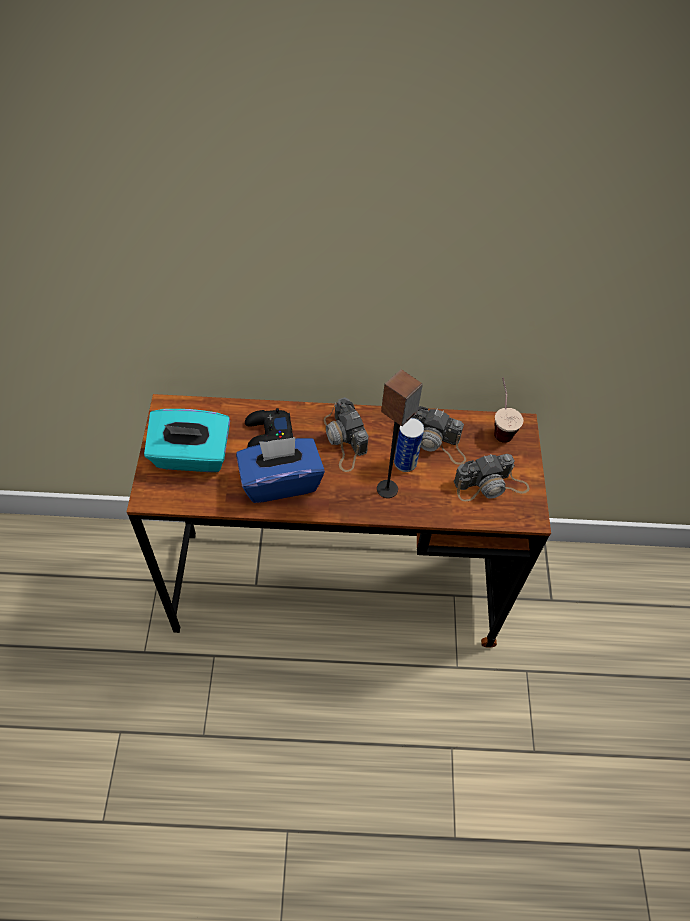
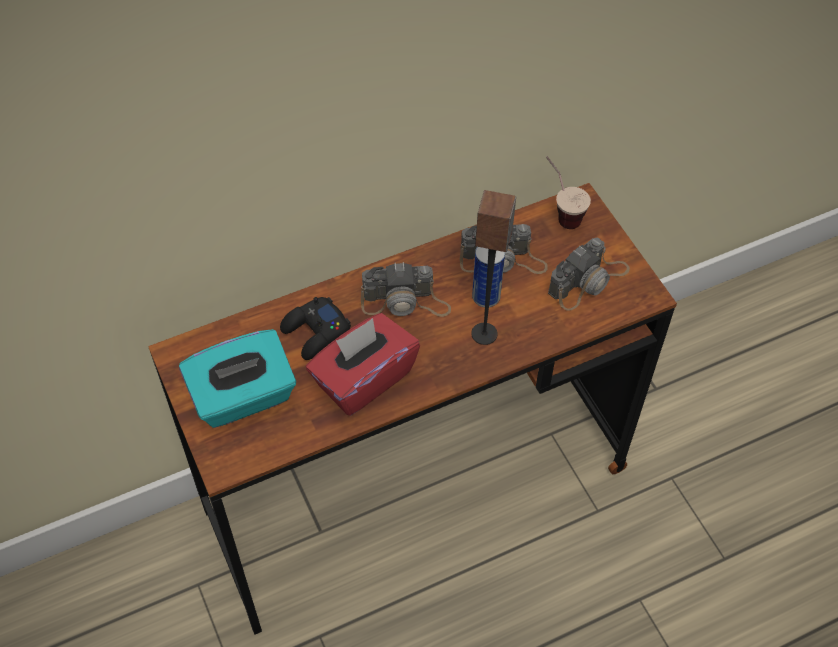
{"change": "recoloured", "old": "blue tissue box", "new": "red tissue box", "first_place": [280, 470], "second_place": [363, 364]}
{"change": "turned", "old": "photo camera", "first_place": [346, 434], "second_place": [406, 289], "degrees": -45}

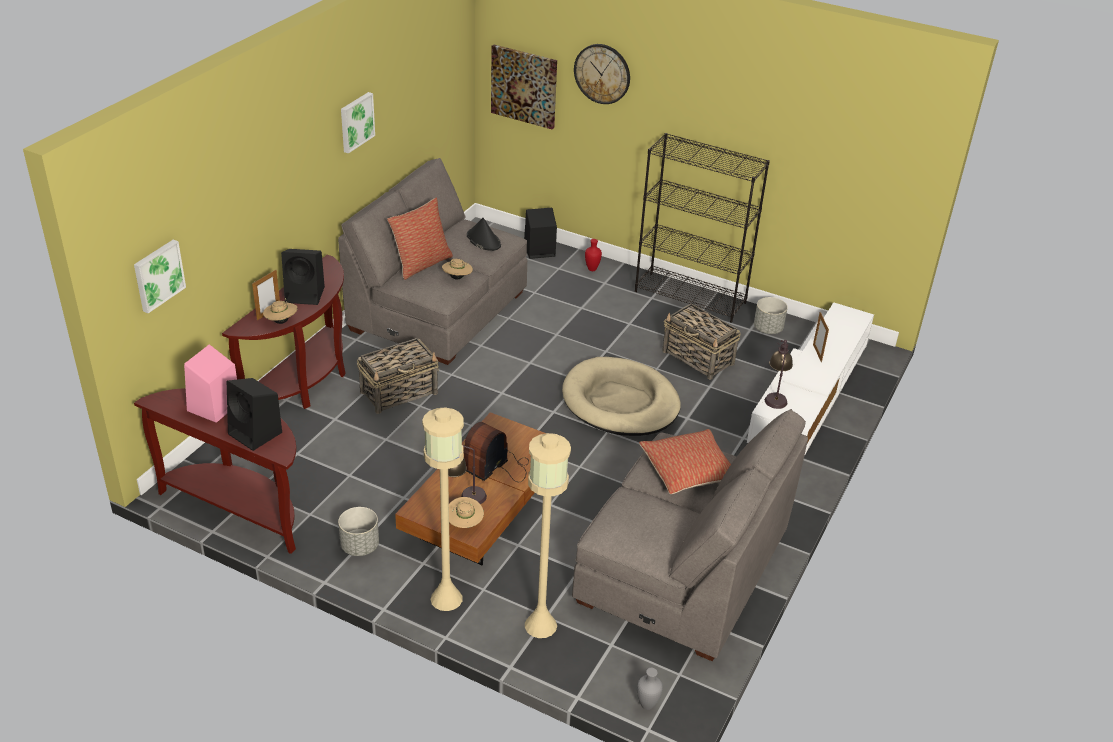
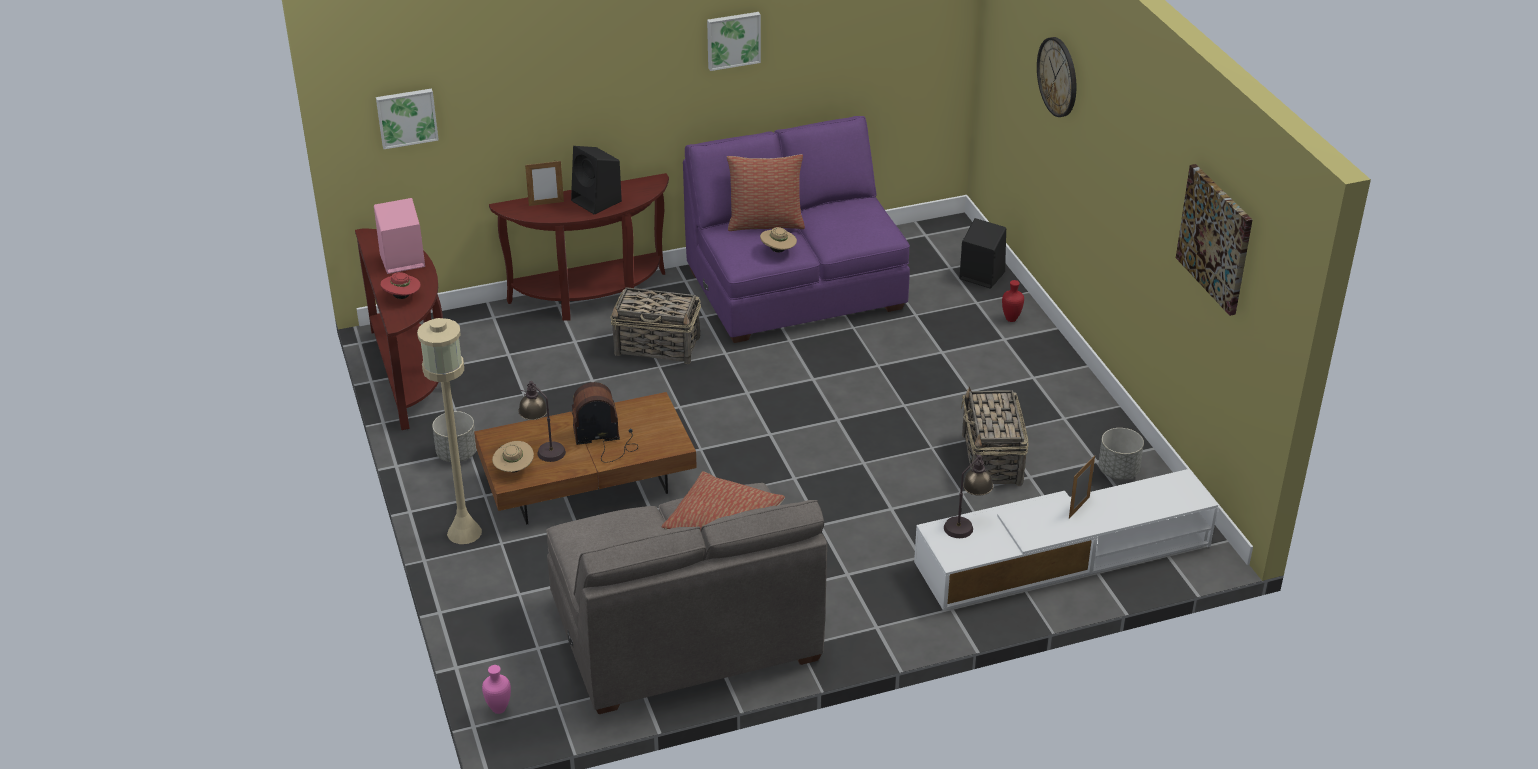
{"change": "removed", "old": "beige hat", "first_place": [280, 311]}
{"change": "removed", "old": "black hat", "first_place": [484, 234]}
{"change": "removed", "old": "beige floor lamp", "first_place": [548, 535]}
{"change": "removed", "old": "beige dog bed", "first_place": [621, 396]}
{"change": "removed", "old": "black bookcase", "first_place": [702, 228]}
{"change": "moved", "old": "picture", "first_place": [524, 87], "second_place": [1214, 240]}
{"change": "replaced", "old": "black speaker", "new": "red hat", "first_place": [254, 414], "second_place": [400, 285]}
{"change": "recoloured", "old": "grey sofa", "new": "purple sofa", "first_place": [432, 261], "second_place": [796, 229]}
{"change": "recoloured", "old": "grey vase", "new": "pink vase", "first_place": [650, 689], "second_place": [496, 689]}

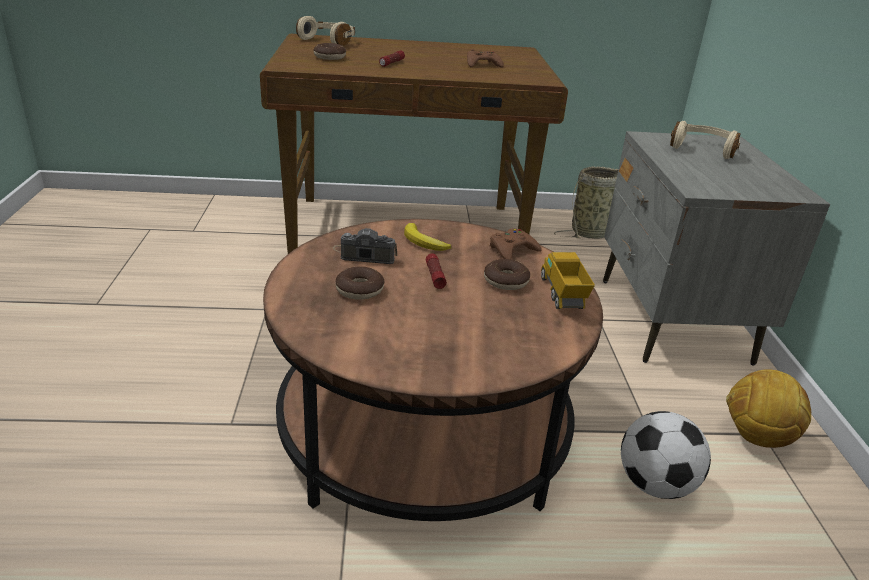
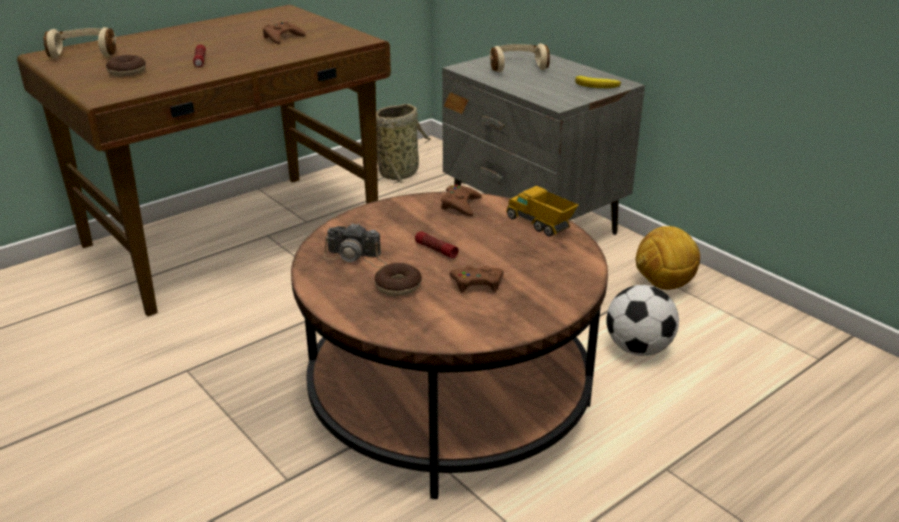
{"change": "removed", "old": "donut", "first_place": [507, 274]}
{"change": "added", "new": "brown game controller", "second_place": [476, 279]}
{"change": "moved", "old": "banana", "first_place": [428, 237], "second_place": [598, 82]}
{"change": "turned", "old": "photo camera", "first_place": [365, 246], "second_place": [355, 245], "degrees": -135}

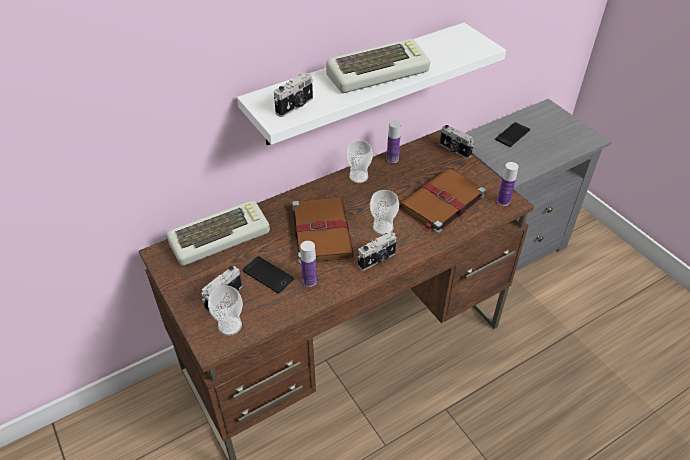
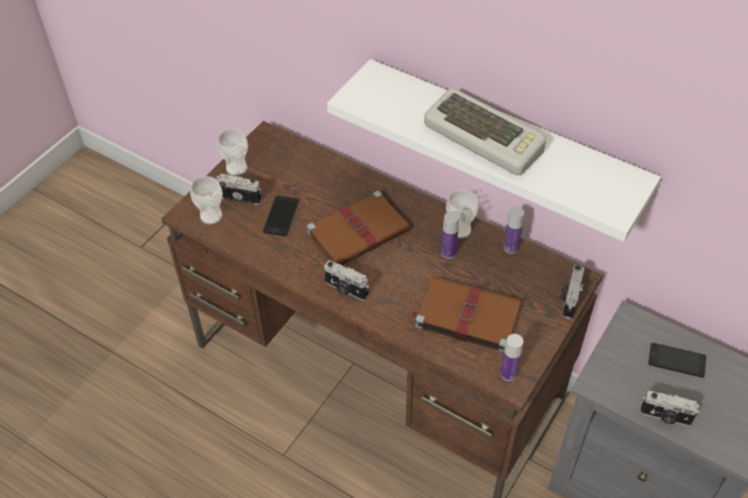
{"change": "removed", "old": "keyboard", "first_place": [218, 233]}
{"change": "moved", "old": "photo camera", "first_place": [293, 95], "second_place": [669, 408]}
{"change": "moved", "old": "bottle", "first_place": [308, 264], "second_place": [450, 235]}
{"change": "moved", "old": "cup", "first_place": [384, 212], "second_place": [232, 152]}

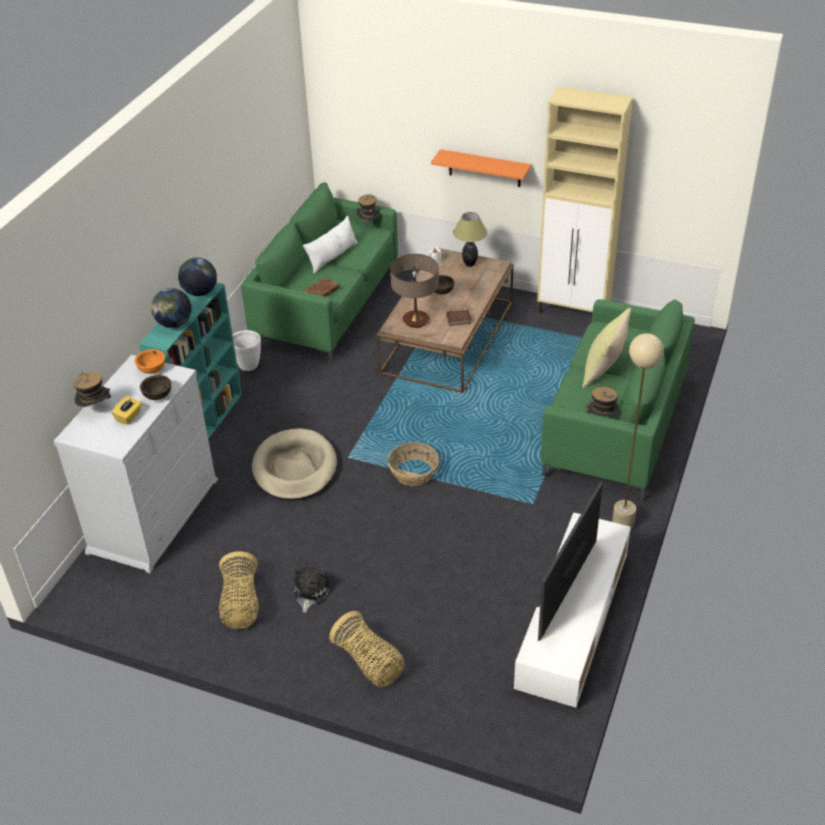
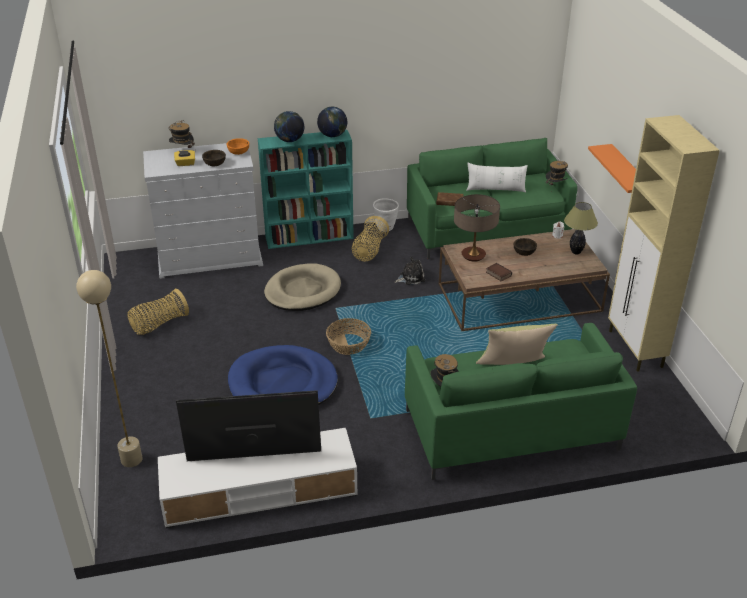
{"change": "added", "new": "blue dog bed", "second_place": [283, 375]}
{"change": "moved", "old": "plush toy", "first_place": [311, 589], "second_place": [409, 271]}
{"change": "moved", "old": "basket", "first_place": [367, 649], "second_place": [370, 238]}
{"change": "moved", "old": "beige floor lamp", "first_place": [638, 431], "second_place": [109, 368]}

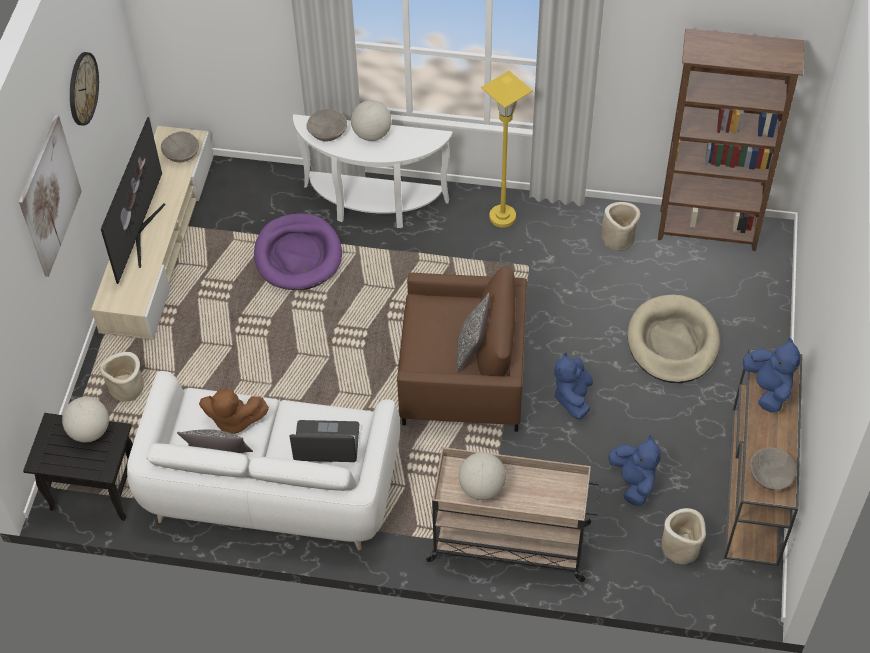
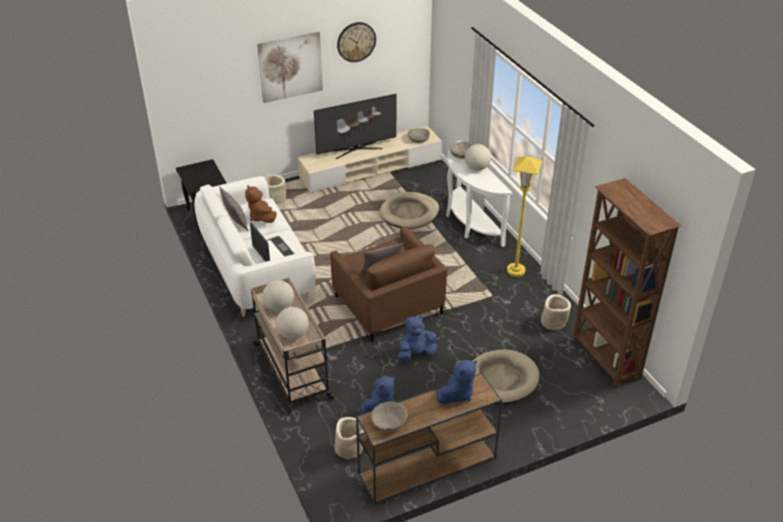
{"change": "moved", "old": "globe", "first_place": [85, 419], "second_place": [292, 323]}
{"change": "recoloured", "old": "purple dog bed", "new": "beige dog bed", "first_place": [298, 251], "second_place": [409, 210]}

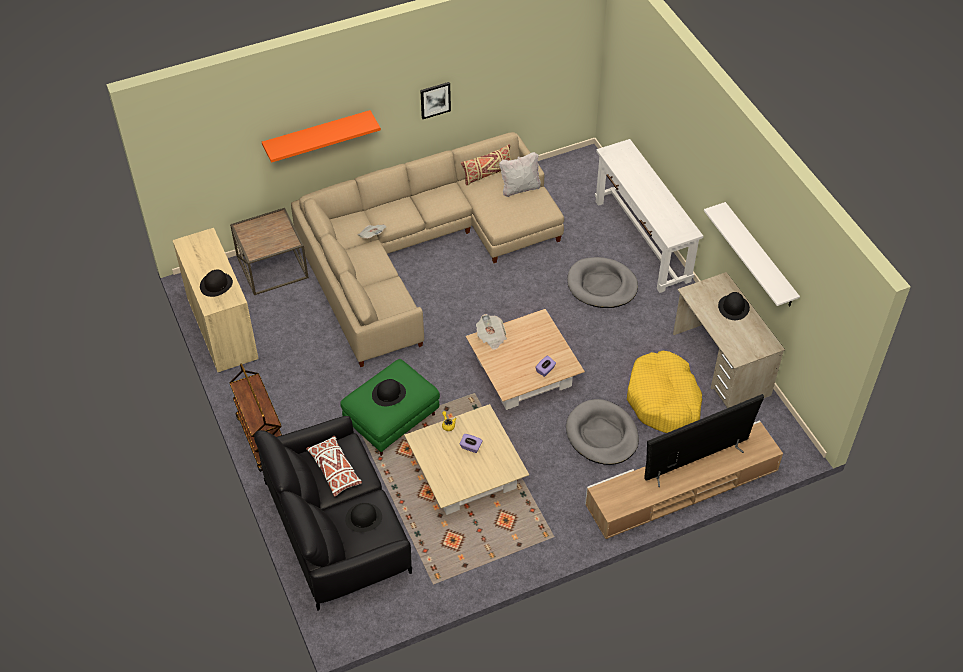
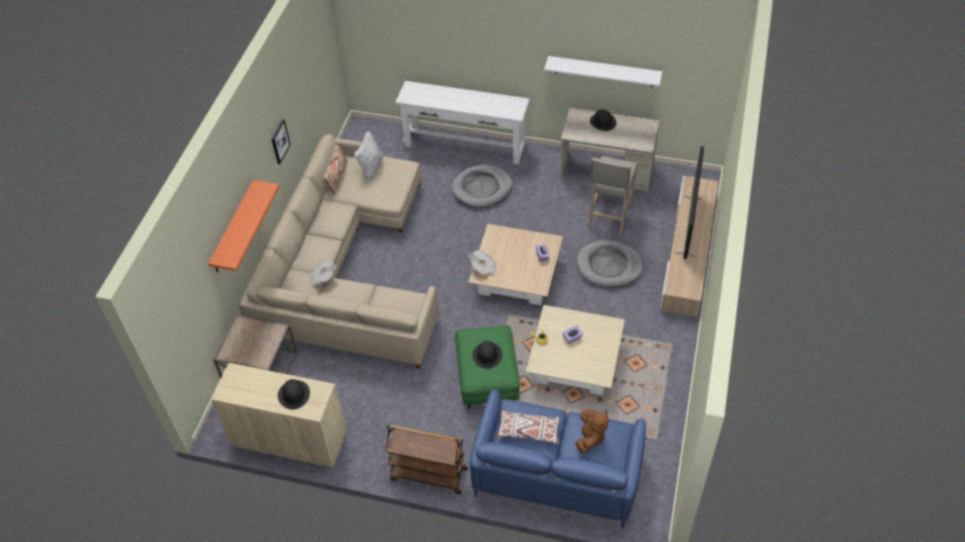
{"change": "replaced", "old": "black hat", "new": "brown plush toy", "first_place": [363, 517], "second_place": [592, 431]}
{"change": "replaced", "old": "yellow dog bed", "new": "beige stool", "first_place": [664, 392], "second_place": [613, 196]}
{"change": "recoloured", "old": "black sofa", "new": "blue sofa", "first_place": [333, 513], "second_place": [558, 459]}

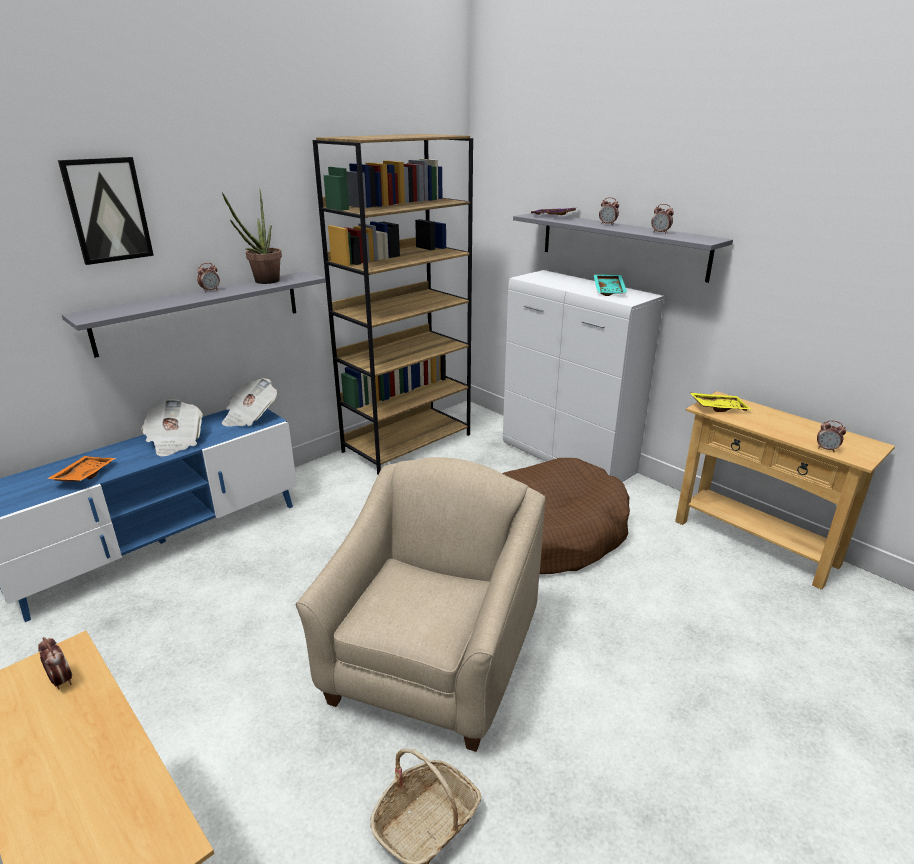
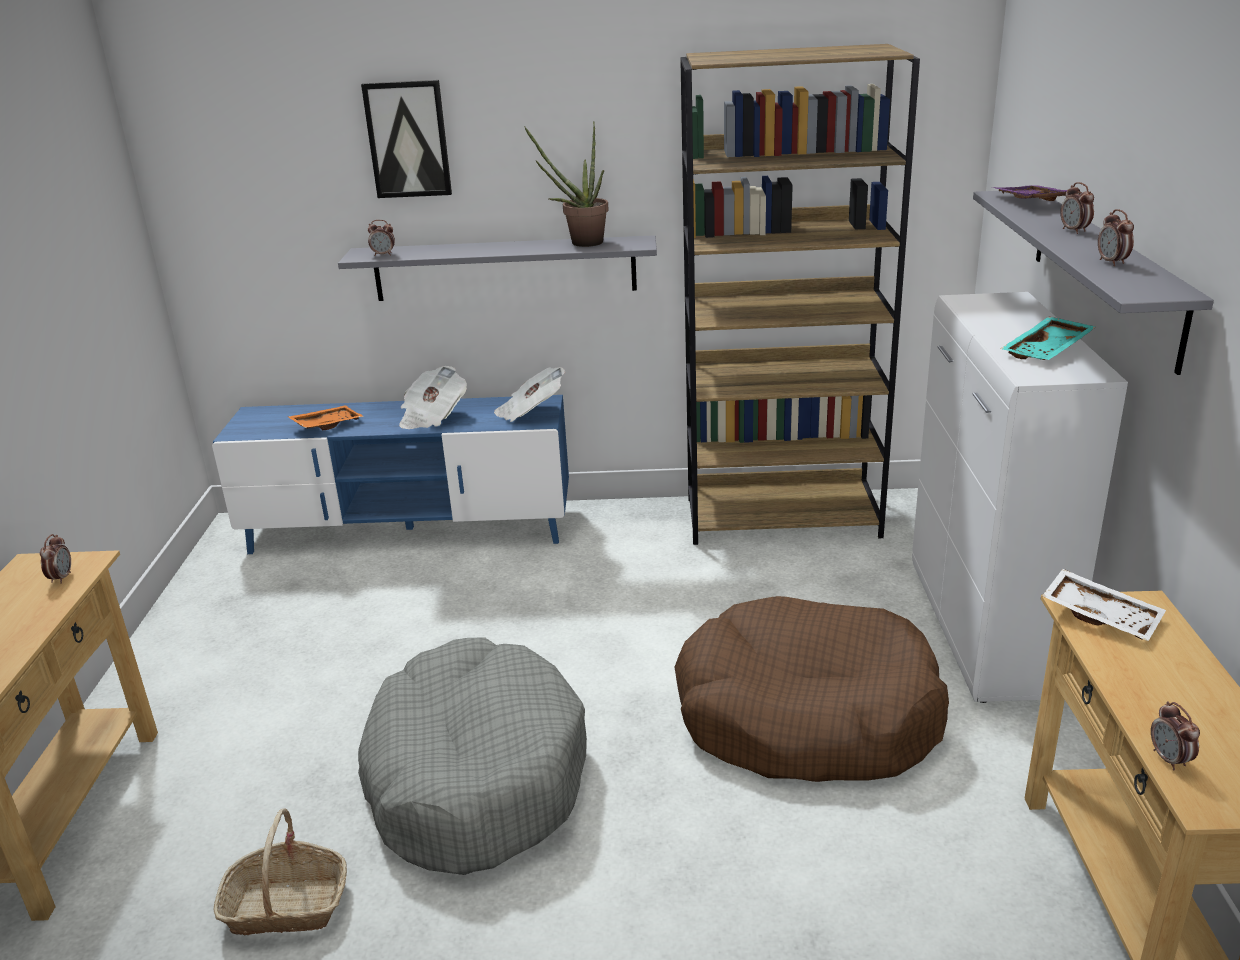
{"change": "moved", "old": "alarm clock", "first_place": [208, 277], "second_place": [381, 238]}
{"change": "replaced", "old": "beige armchair", "new": "grey dog bed", "first_place": [420, 604], "second_place": [472, 756]}
{"change": "recoloured", "old": "yellow tray", "new": "white tray", "first_place": [720, 402], "second_place": [1104, 605]}

